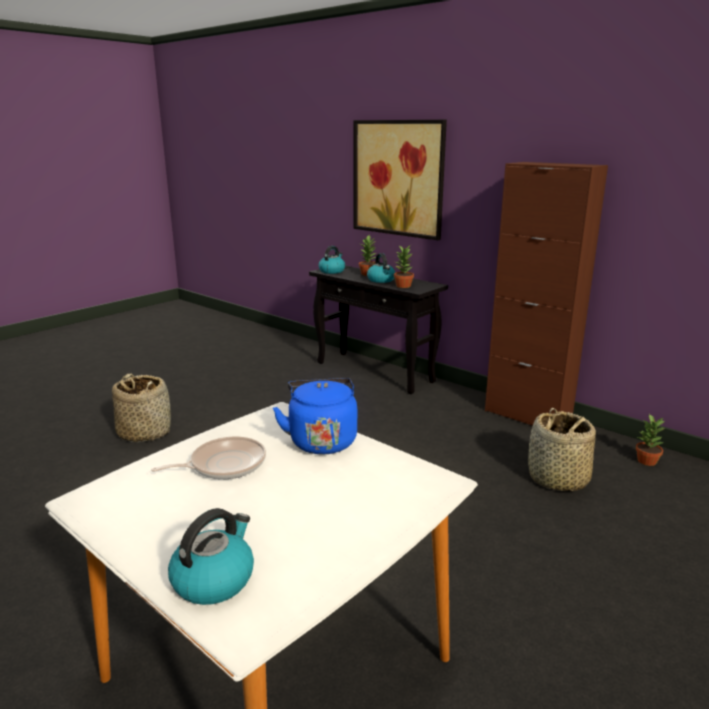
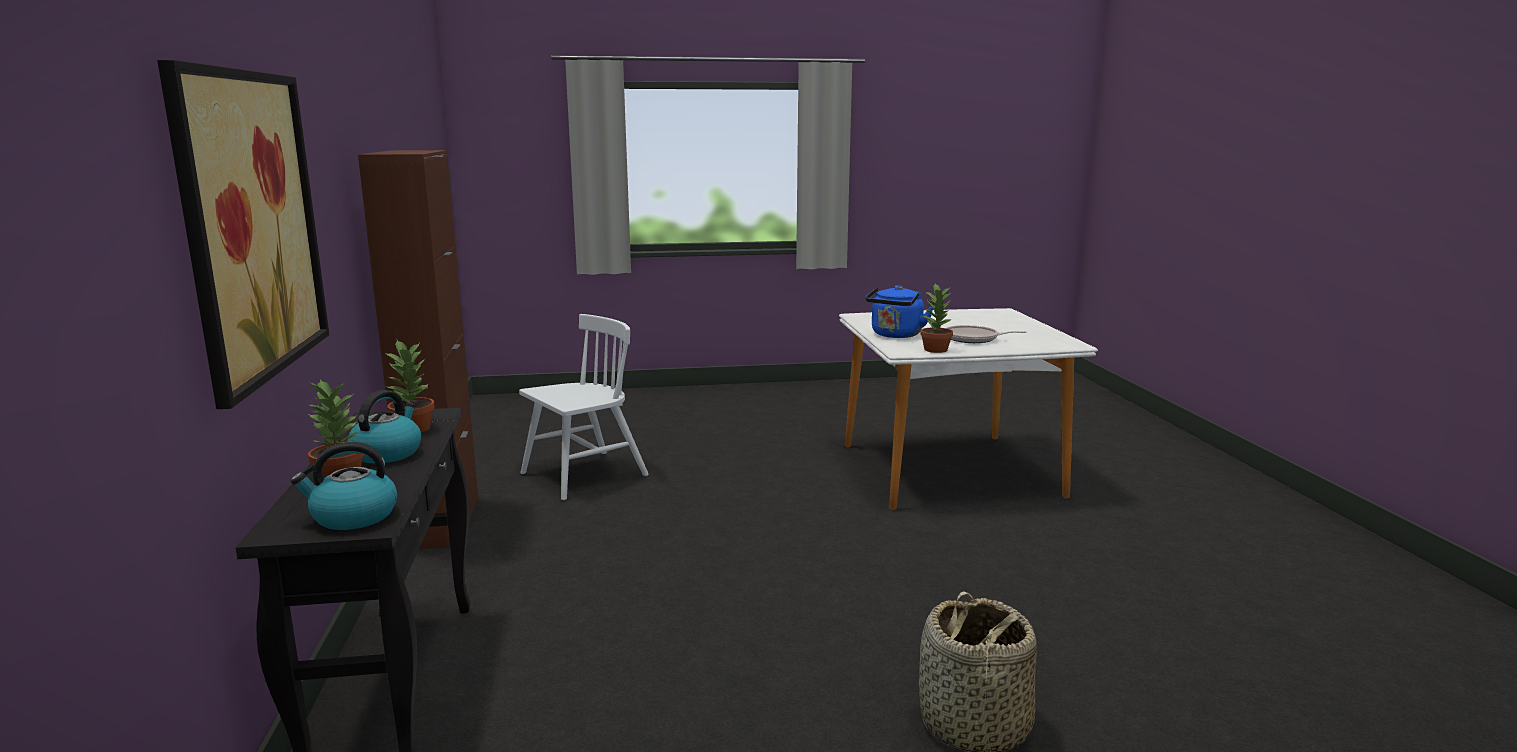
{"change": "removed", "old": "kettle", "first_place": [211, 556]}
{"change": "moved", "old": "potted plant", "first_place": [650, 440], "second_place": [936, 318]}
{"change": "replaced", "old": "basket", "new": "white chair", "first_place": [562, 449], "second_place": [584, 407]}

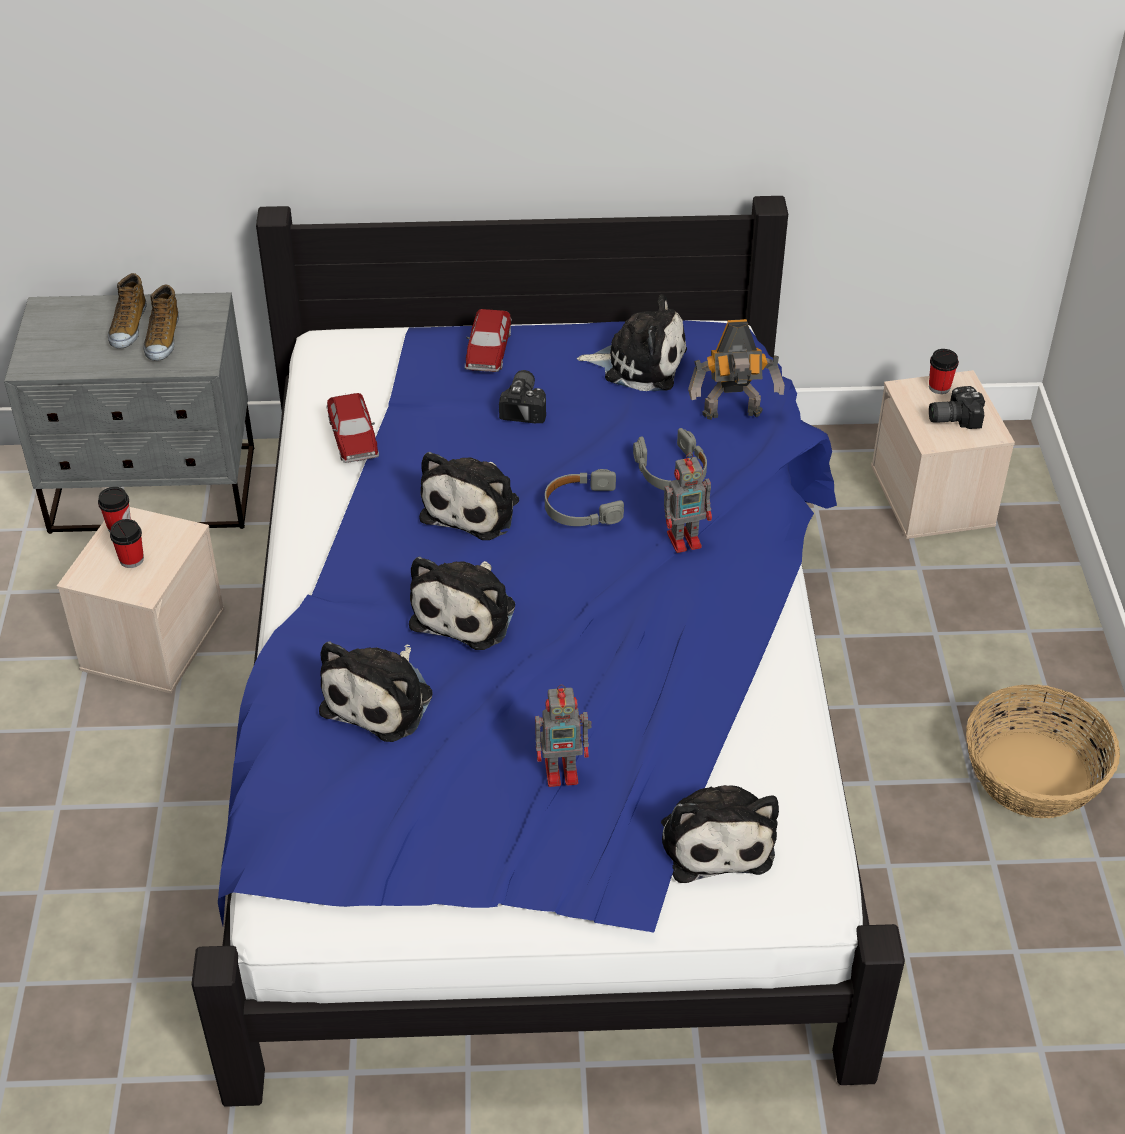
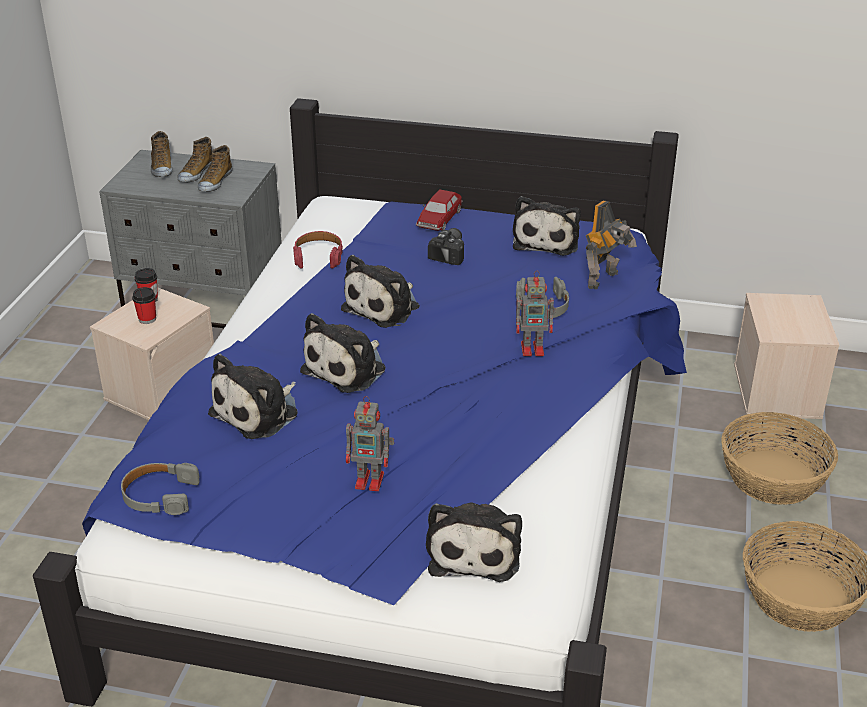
{"change": "removed", "old": "cup", "first_place": [944, 371]}
{"change": "removed", "old": "photo camera", "first_place": [957, 407]}
{"change": "added", "new": "shoe", "second_place": [161, 154]}
{"change": "added", "new": "basket", "second_place": [779, 458]}
{"change": "moved", "old": "grey headphones", "first_place": [584, 497], "second_place": [160, 489]}
{"change": "replaced", "old": "toy car", "new": "red headphones", "first_place": [353, 428], "second_place": [318, 250]}
{"change": "turned", "old": "plush toy", "first_place": [632, 342], "second_place": [547, 226], "degrees": 75}
{"change": "turned", "old": "toy robot", "first_place": [736, 369], "second_place": [611, 245], "degrees": -60}

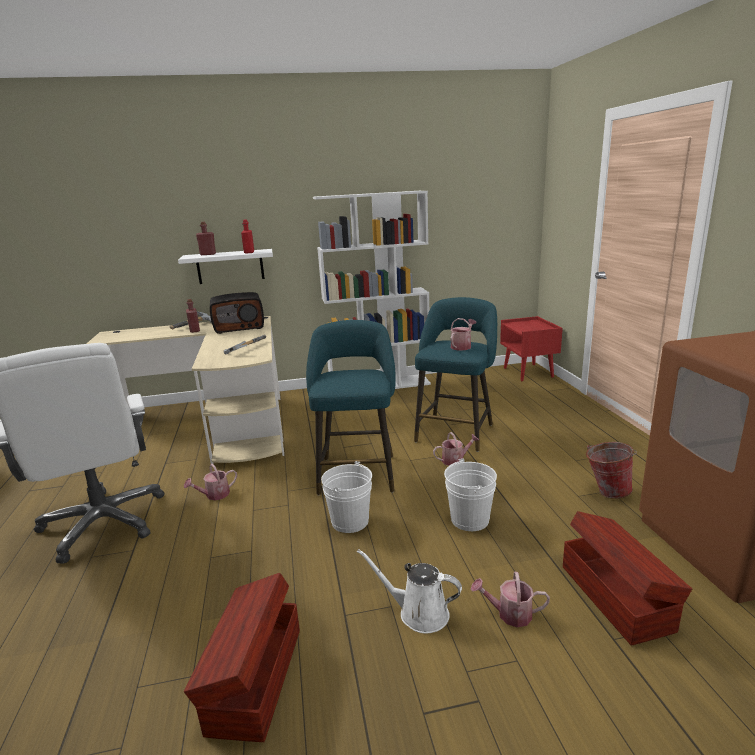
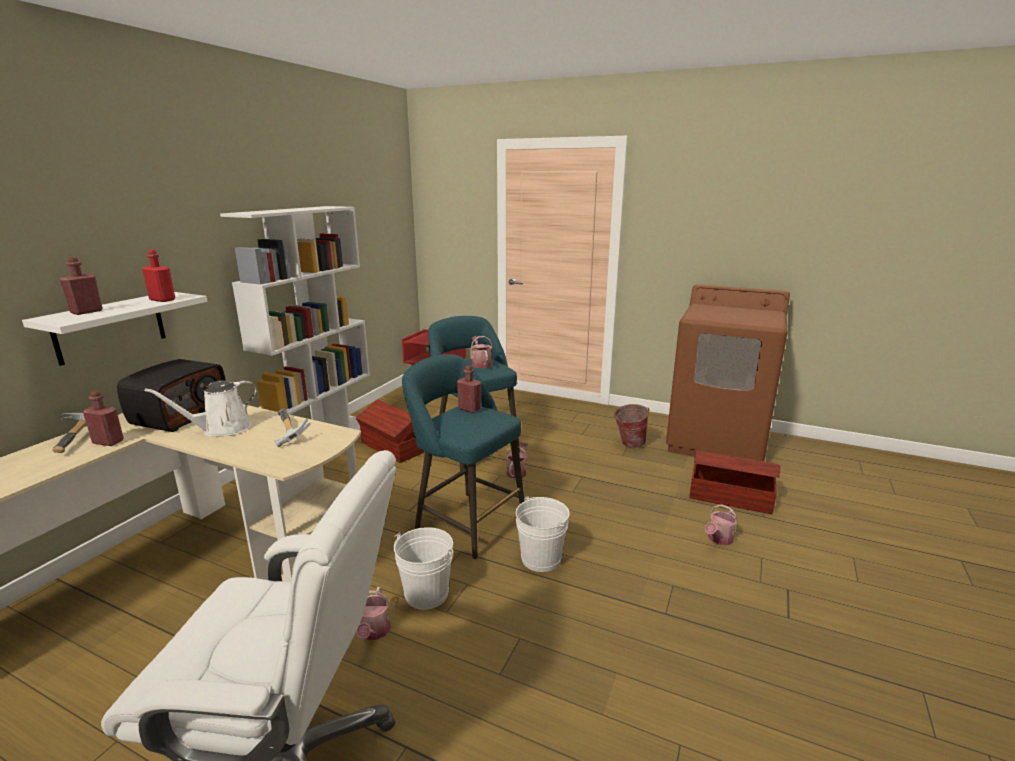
{"change": "added", "new": "red bottle", "second_place": [469, 389]}
{"change": "moved", "old": "brown storage box", "first_place": [242, 657], "second_place": [390, 431]}
{"change": "moved", "old": "white watering can", "first_place": [409, 591], "second_place": [200, 408]}
{"change": "moved", "old": "white bucket", "first_place": [470, 494], "second_place": [423, 568]}

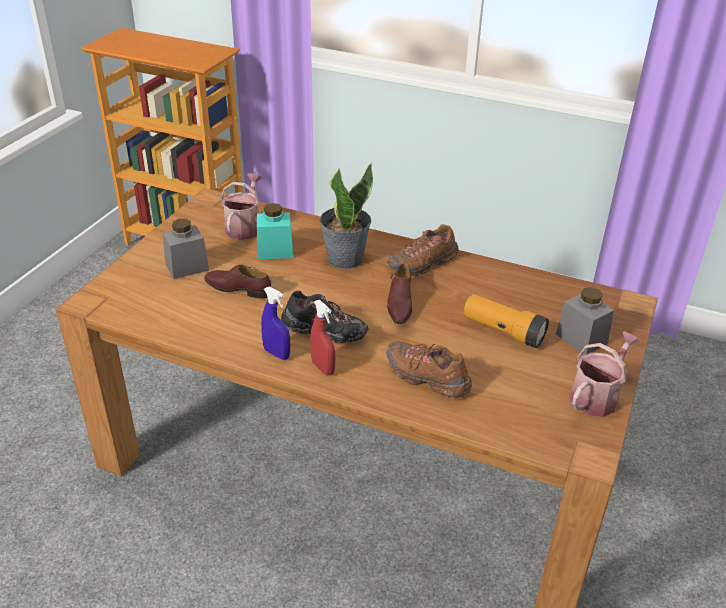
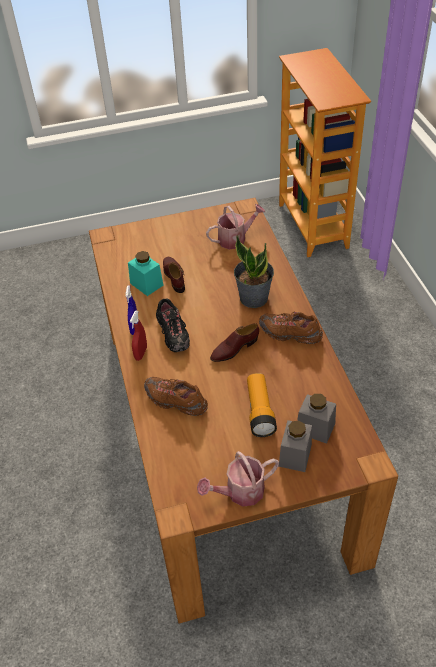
{"change": "moved", "old": "grey jar", "first_place": [186, 249], "second_place": [316, 419]}
{"change": "moved", "old": "turquoise jar", "first_place": [275, 231], "second_place": [146, 273]}
{"change": "turned", "old": "brown shoe", "first_place": [429, 369], "second_place": [176, 396], "degrees": -60}
{"change": "turned", "old": "watering can", "first_place": [605, 374], "second_place": [238, 479], "degrees": 150}

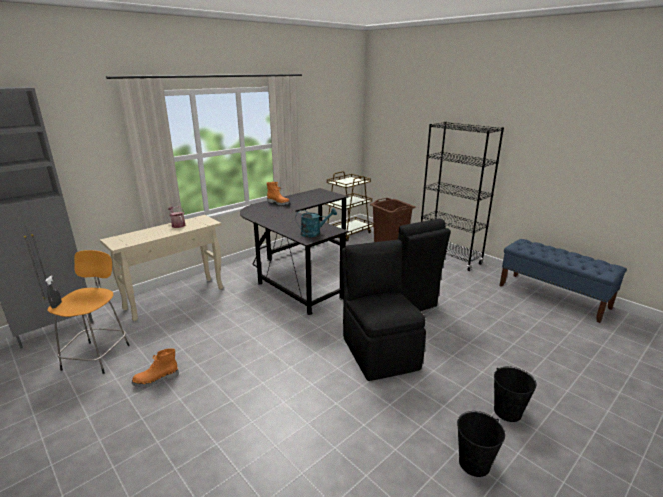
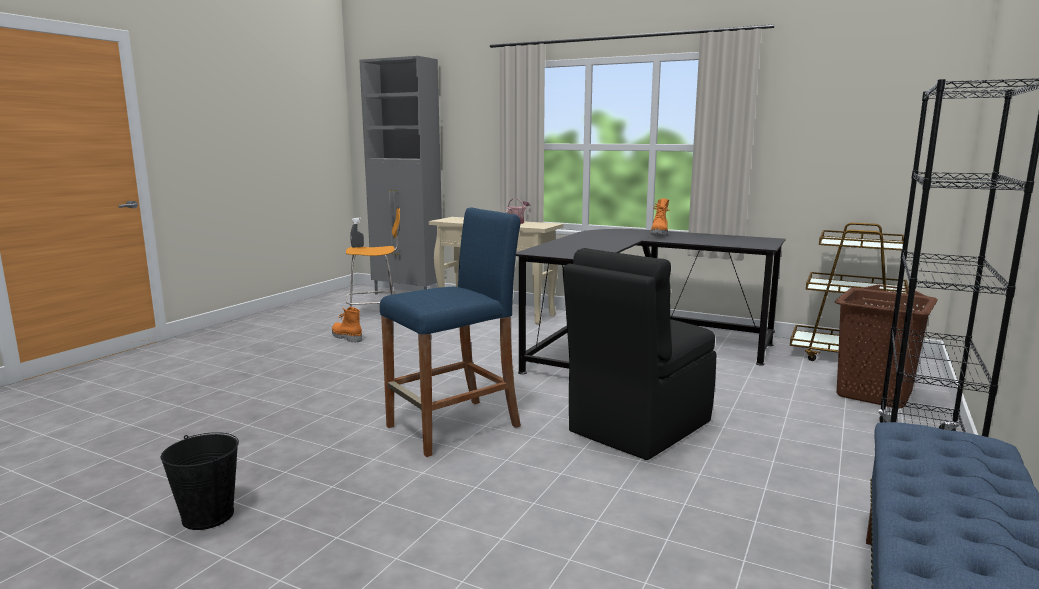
{"change": "removed", "old": "turquoise watering can", "first_place": [316, 222]}
{"change": "removed", "old": "black bucket", "first_place": [515, 394]}
{"change": "replaced", "old": "black chair", "new": "blue stool", "first_place": [384, 310], "second_place": [450, 332]}

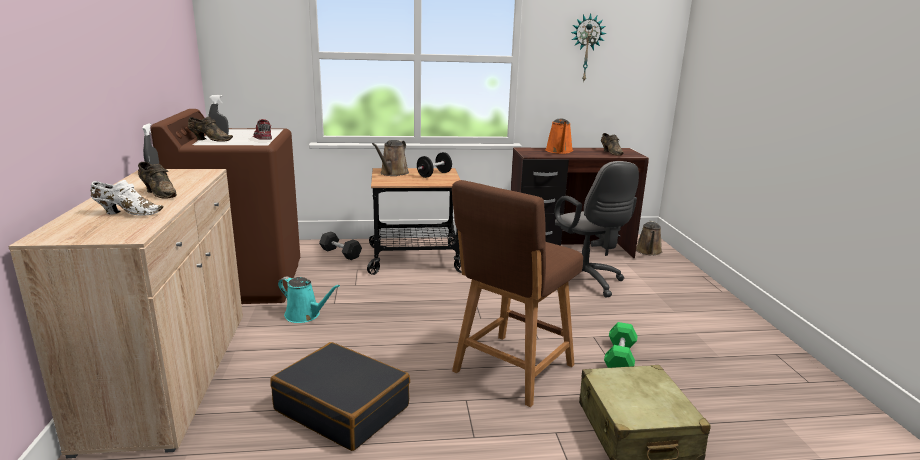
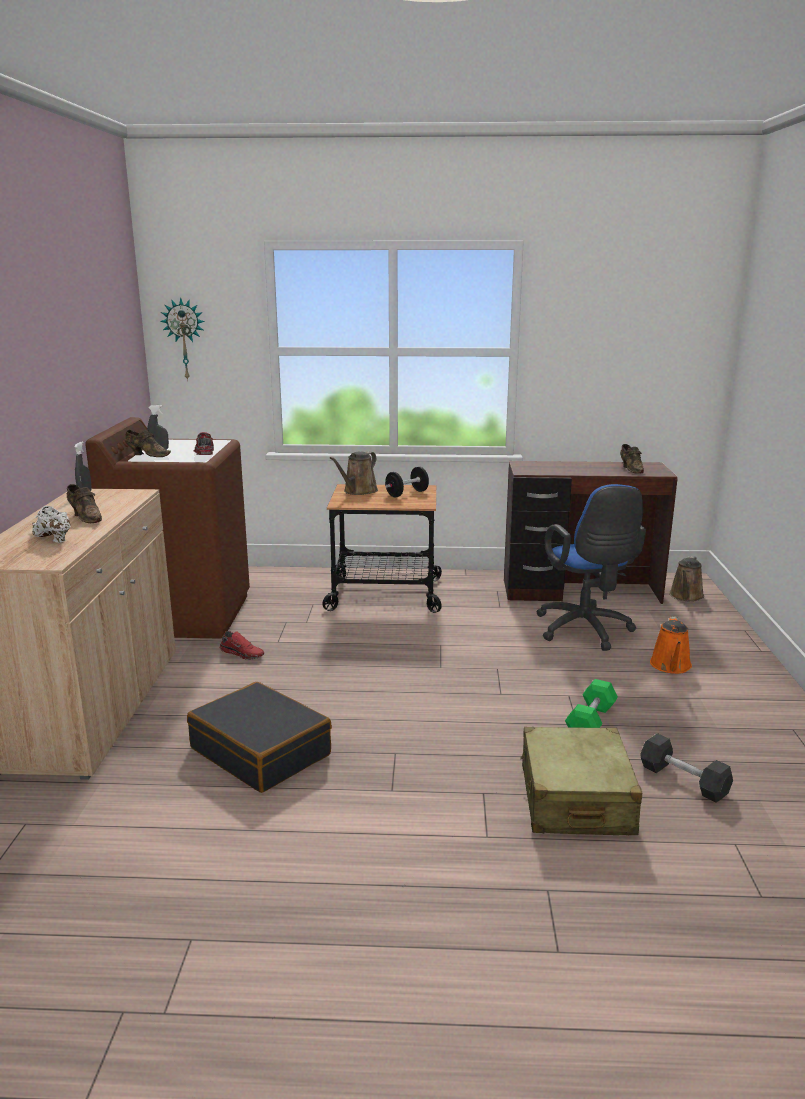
{"change": "removed", "old": "brown stool", "first_place": [517, 293]}
{"change": "moved", "old": "grey dumbbell", "first_place": [340, 245], "second_place": [687, 767]}
{"change": "moved", "old": "orange watering can", "first_place": [559, 136], "second_place": [671, 645]}
{"change": "moved", "old": "wall clock", "first_place": [588, 47], "second_place": [182, 339]}
{"change": "replaced", "old": "turquoise watering can", "new": "red shoe", "first_place": [309, 299], "second_place": [242, 645]}
{"change": "recoloured", "old": "grey office chair", "new": "blue office chair", "first_place": [597, 229], "second_place": [591, 567]}
{"change": "turned", "old": "white shoe", "first_place": [126, 198], "second_place": [51, 524], "degrees": -150}

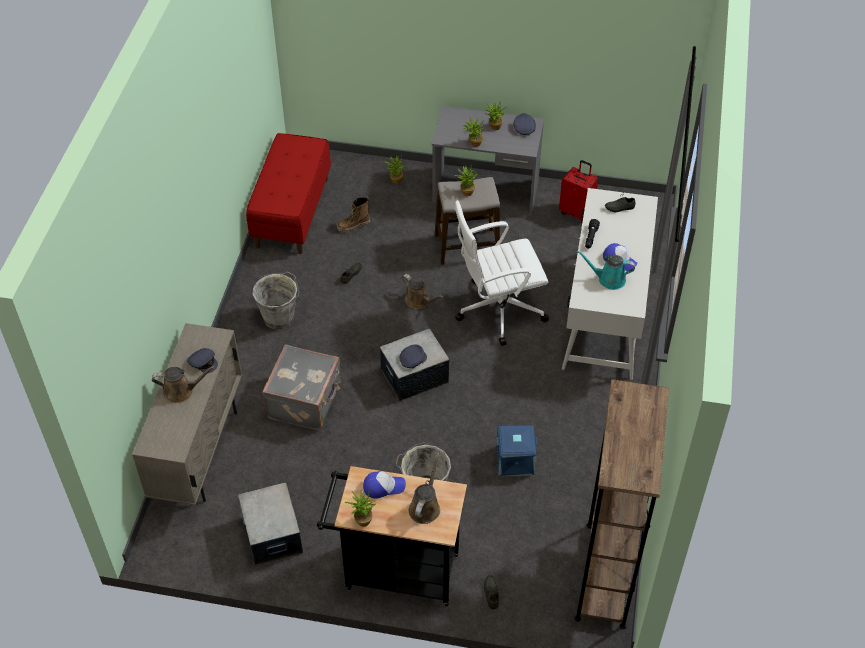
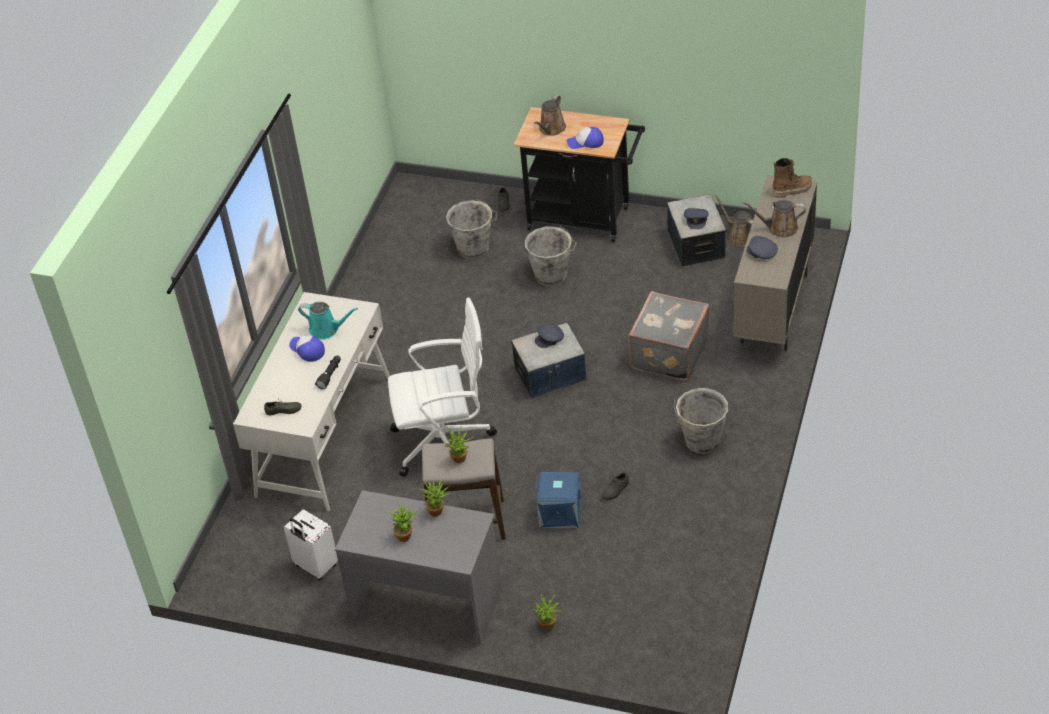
{"change": "removed", "old": "red bench", "first_place": [288, 193]}
{"change": "removed", "old": "potted plant", "first_place": [360, 508]}
{"change": "removed", "old": "brown bookcase", "first_place": [622, 504]}
{"change": "added", "new": "grey bucket", "second_place": [472, 229]}
{"change": "moved", "old": "boot", "first_place": [353, 215], "second_place": [792, 178]}
{"change": "moved", "old": "brown watering can", "first_place": [422, 291], "second_place": [733, 220]}
{"change": "moved", "old": "blue storage box", "first_place": [517, 450], "second_place": [558, 500]}
{"change": "moved", "old": "grey cap", "first_place": [525, 124], "second_place": [696, 218]}
{"change": "recoloured", "old": "red suitcase", "new": "white suitcase", "first_place": [578, 191], "second_place": [311, 544]}

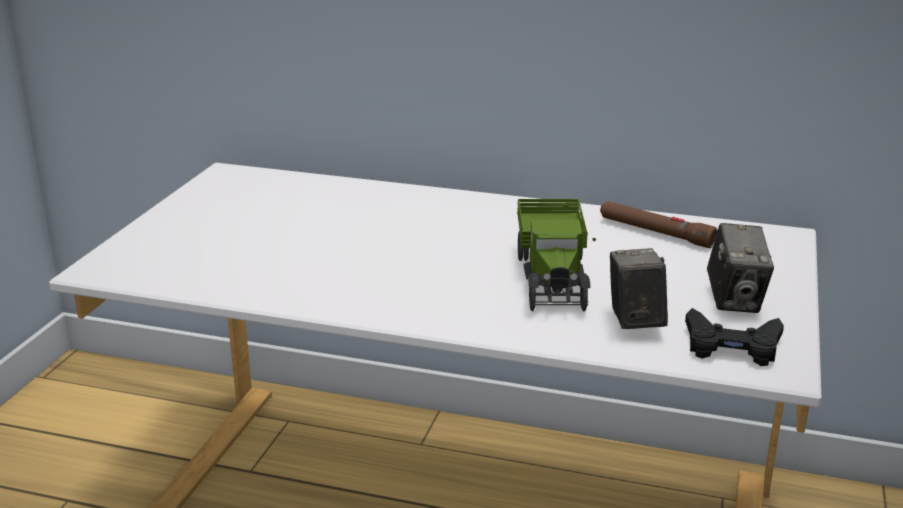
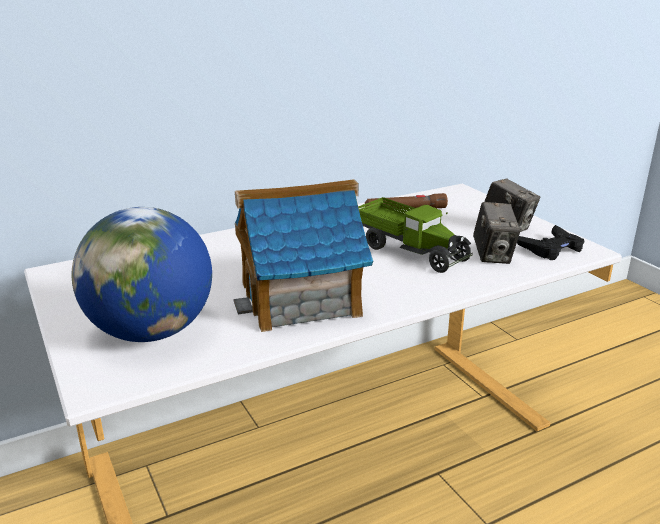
{"change": "added", "new": "globe", "second_place": [142, 274]}
{"change": "added", "new": "toy house", "second_place": [303, 255]}
{"change": "turned", "old": "photo camera", "first_place": [639, 288], "second_place": [497, 233], "degrees": -135}

